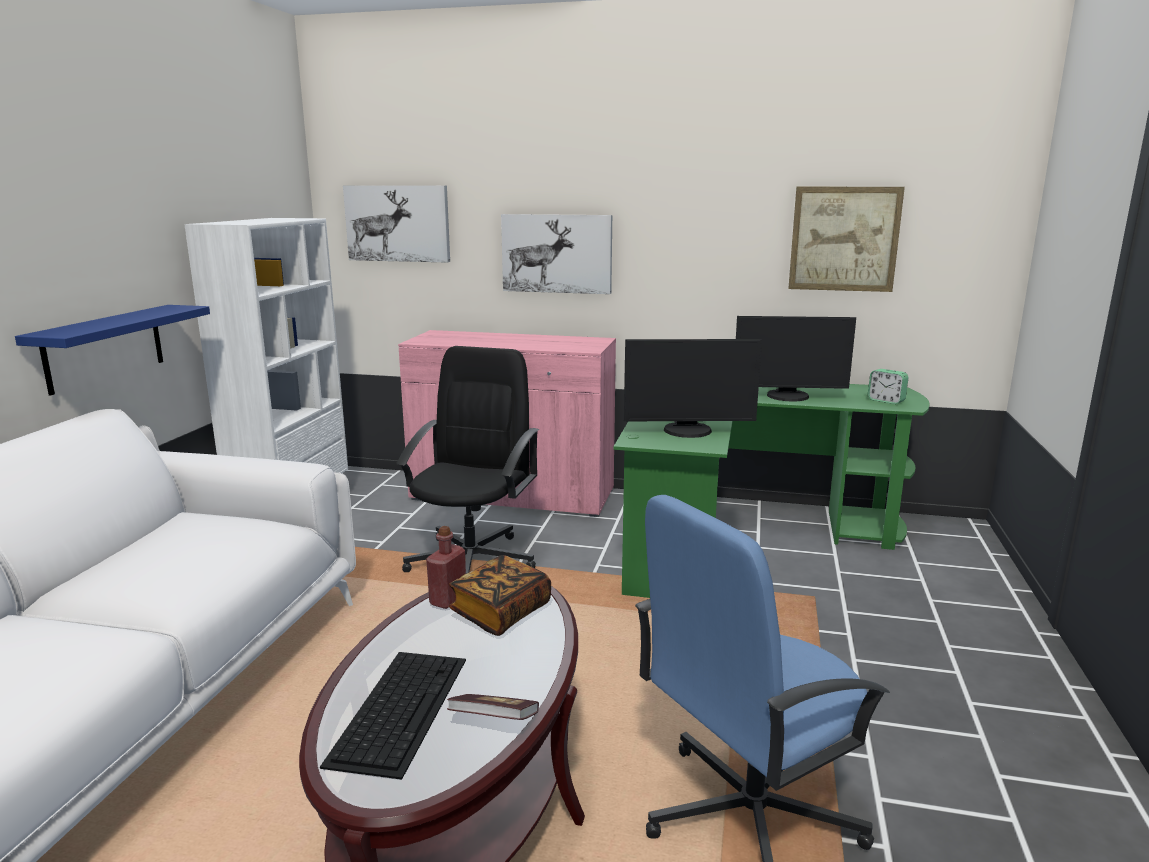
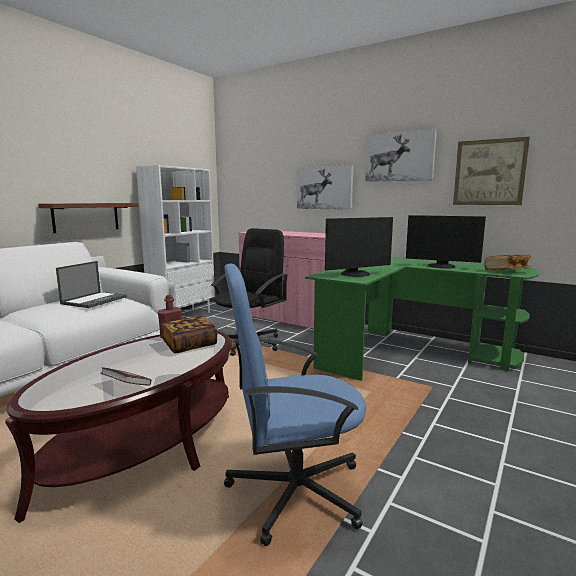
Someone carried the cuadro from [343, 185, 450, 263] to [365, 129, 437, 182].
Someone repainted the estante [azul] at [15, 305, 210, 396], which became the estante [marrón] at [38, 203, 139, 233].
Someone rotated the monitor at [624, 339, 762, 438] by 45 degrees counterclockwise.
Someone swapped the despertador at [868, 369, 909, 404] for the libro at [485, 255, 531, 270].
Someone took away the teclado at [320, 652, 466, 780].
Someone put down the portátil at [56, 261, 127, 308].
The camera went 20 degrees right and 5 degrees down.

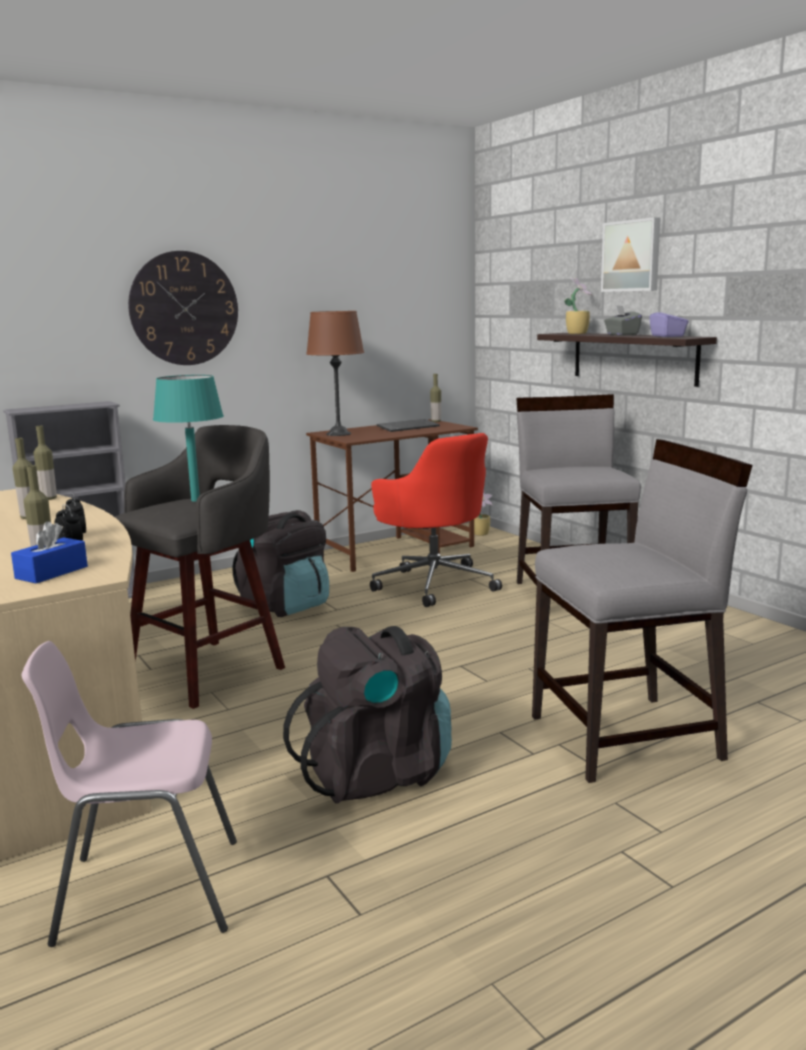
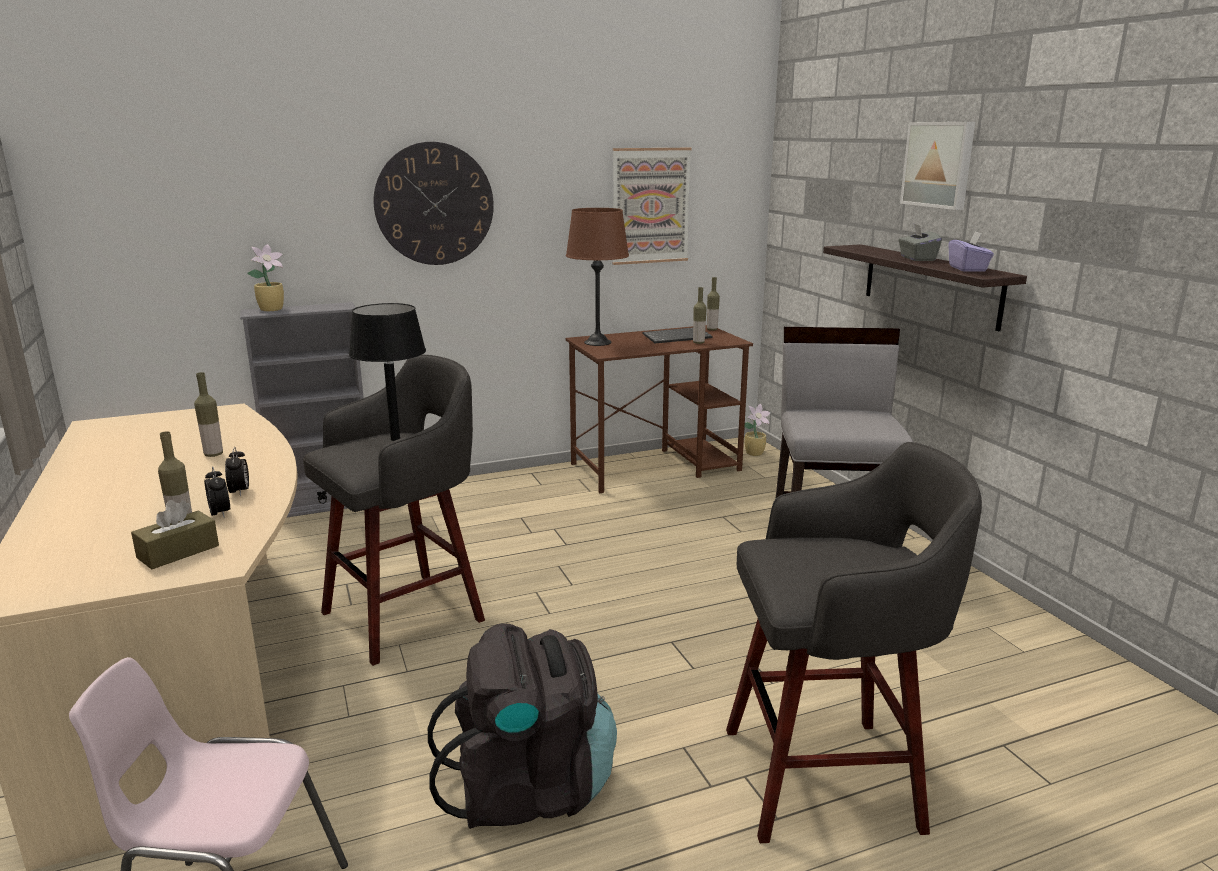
Someone carried the planta en maceta from [564, 277, 592, 334] to [247, 244, 284, 311].
Someone repainted the lámpara de mesa [turquesa] at [153, 375, 224, 502], which became the lámpara de mesa [negro] at [349, 303, 426, 441].
Someone carried the botella from [34, 426, 57, 500] to [693, 287, 707, 344].
Someone took away the silla de oficina [rojo] at [370, 433, 502, 607].
Someone swapped the silla [gris] at [532, 439, 752, 783] for the taburete [gris] at [726, 442, 982, 843].
Someone took away the mochila [negro] at [232, 510, 329, 617].
Someone repainted the caja de pañuelos [azul] at [11, 521, 88, 583], which became the caja de pañuelos [marrón] at [131, 500, 219, 569].
Someone put up the cuadro at [613, 148, 692, 265].
The camera went 10 degrees right and 5 degrees up.

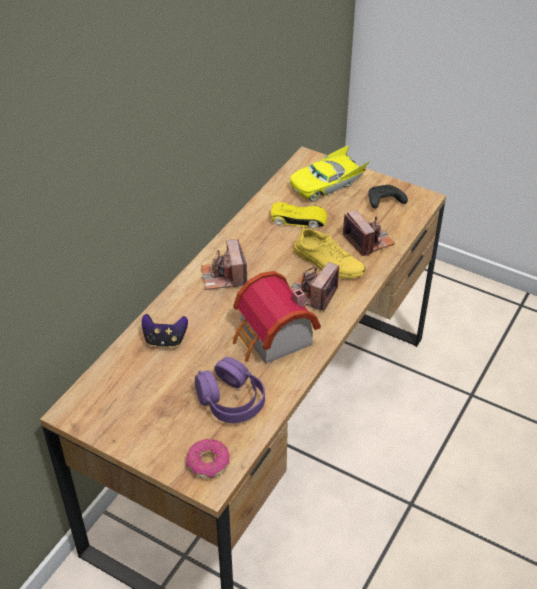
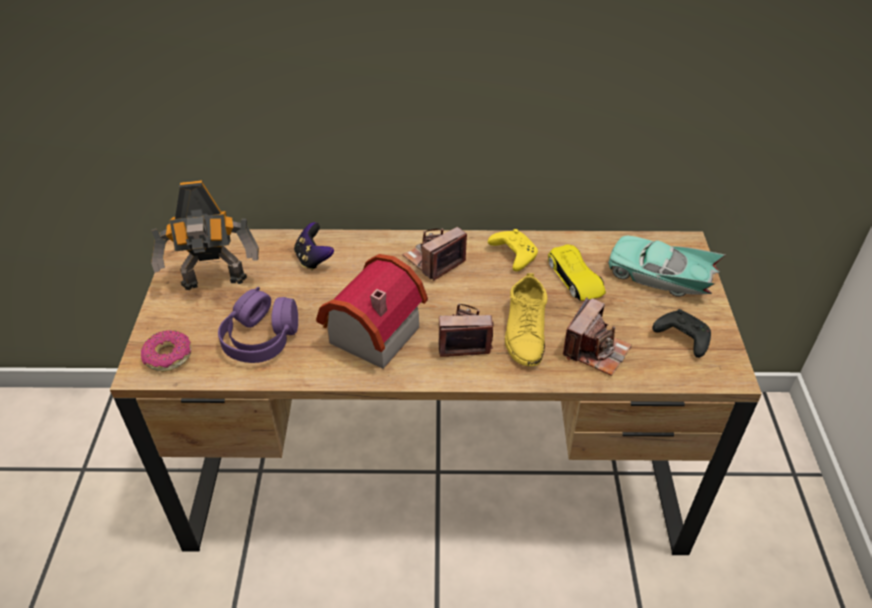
Someone repainted the coche de juguete [amarillo] at [290, 145, 370, 202], which became the coche de juguete [turquesa] at [608, 236, 725, 297].
Someone put down the robot de juguete at [151, 180, 259, 290].
Someone put down the mando de consola [amarillo] at [488, 229, 538, 271].
The camera went 60 degrees right and 0 degrees up.

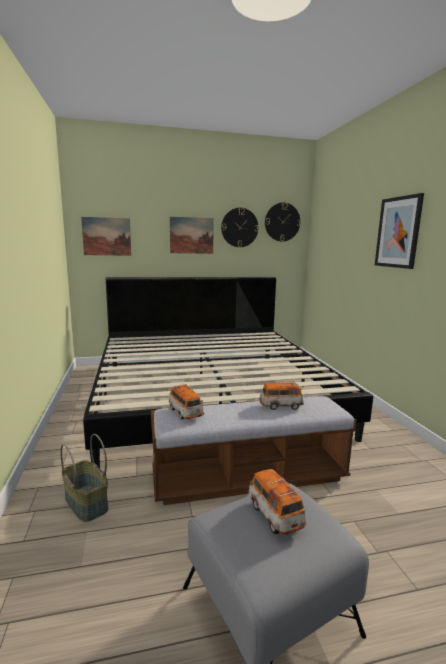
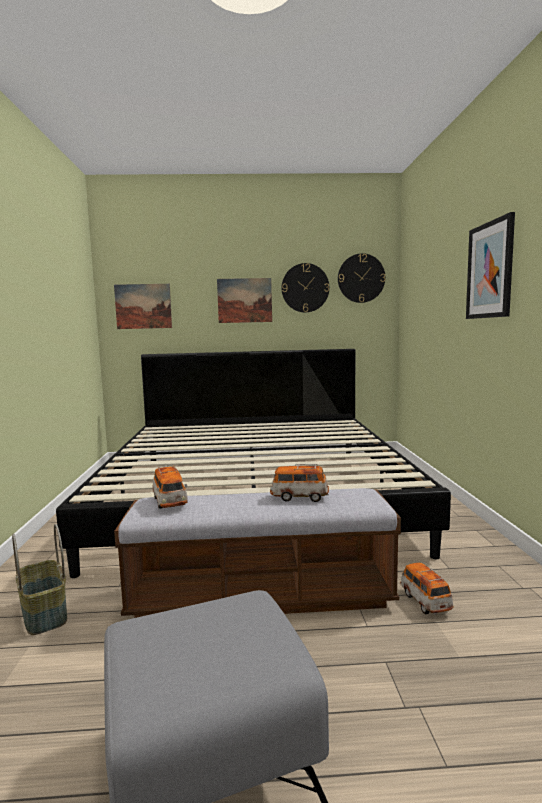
Someone carried the coche de juguete from [248, 469, 307, 536] to [400, 563, 454, 615].
The camera went 10 degrees right and 5 degrees down.

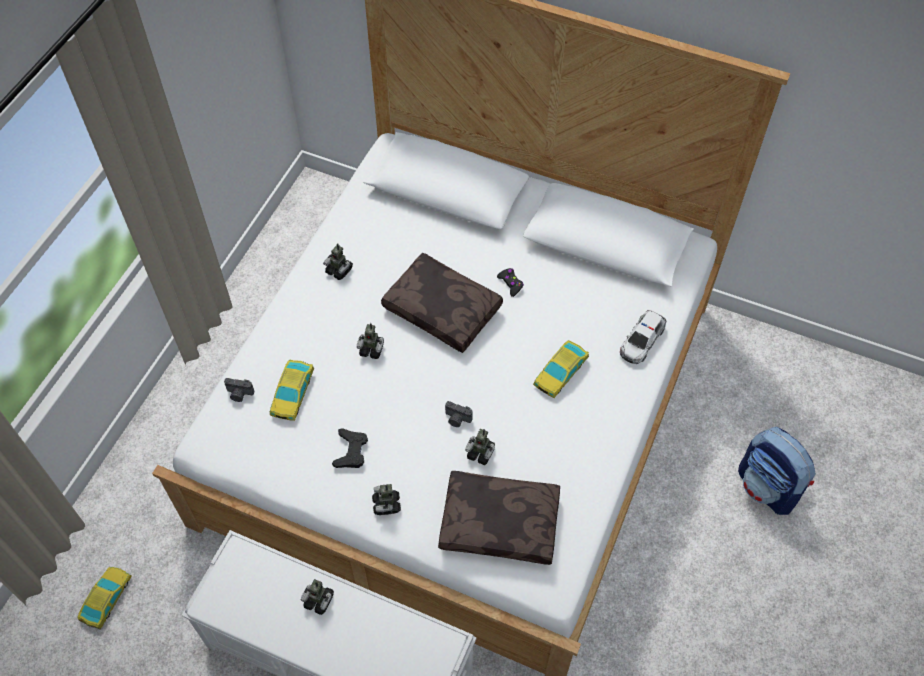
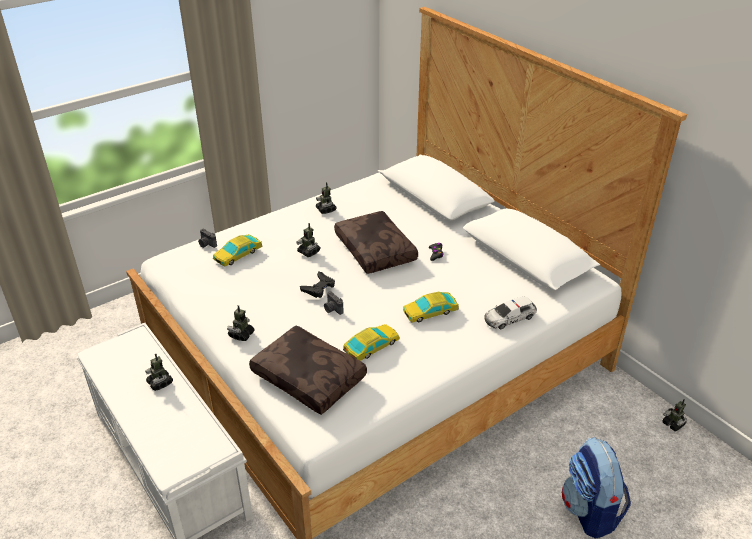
Someone carried the mando de consola [negro] from [332, 428, 368, 468] to [300, 272, 335, 298].
Someone carried the robot de juguete from [465, 429, 495, 465] to [662, 399, 687, 431].
Someone carried the coche de juguete from [78, 567, 132, 630] to [343, 324, 400, 361].
The camera went 30 degrees right and 20 degrees down.

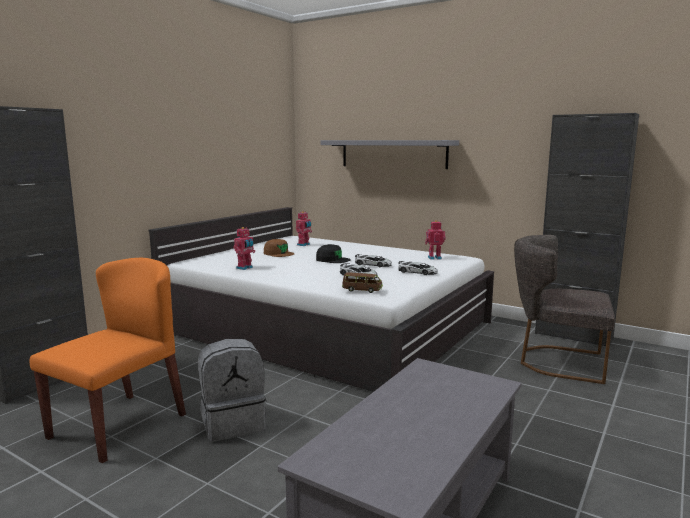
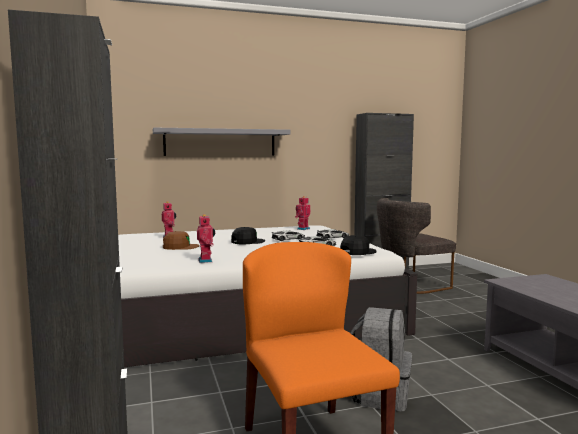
Someone swapped the coche de juguete [marrón] at [342, 272, 383, 293] for the gorra [negro] at [340, 235, 377, 255].
The camera went 50 degrees left and 5 degrees down.

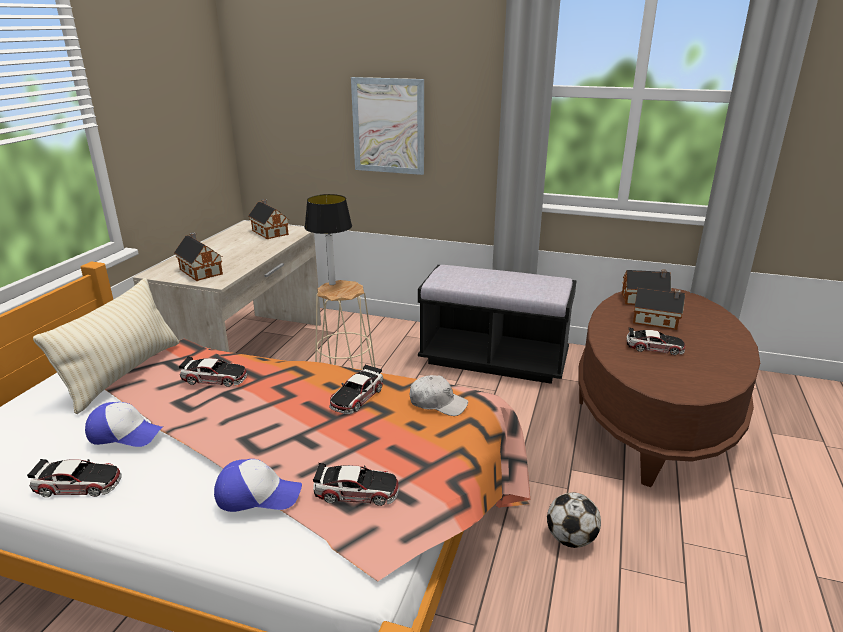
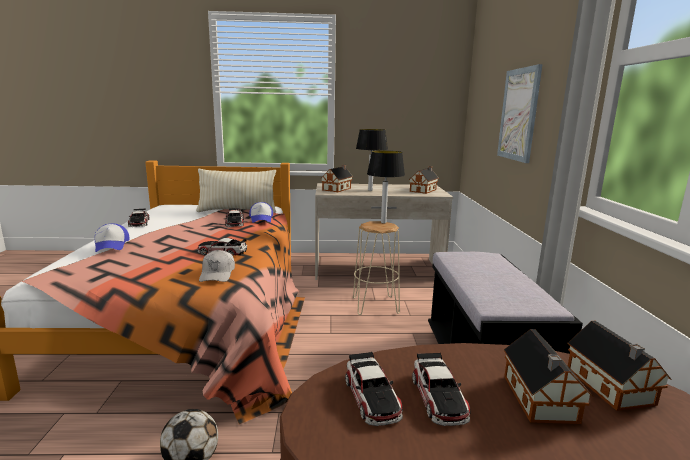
Someone carried the gorra from [85, 402, 162, 447] to [249, 202, 273, 223].
Someone carried the coche de juguete from [313, 463, 399, 506] to [345, 352, 403, 426].
Someone put down the lámpara de mesa at [356, 129, 388, 191].
The camera went 70 degrees right and 10 degrees down.

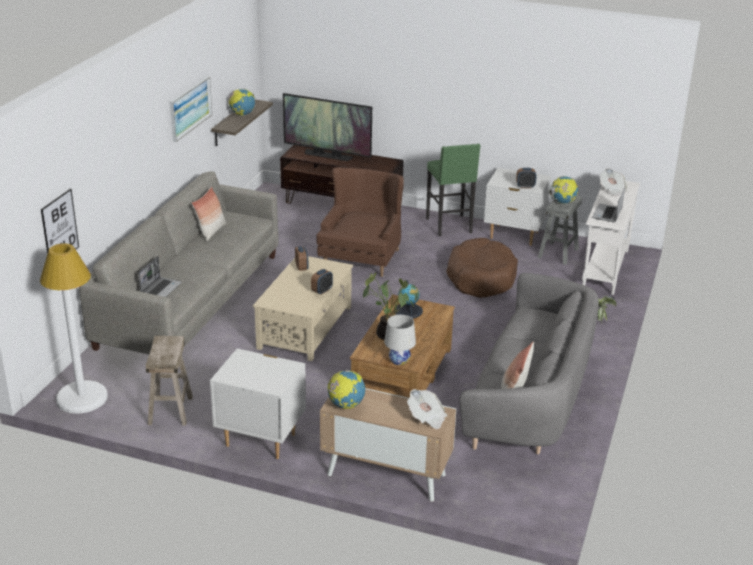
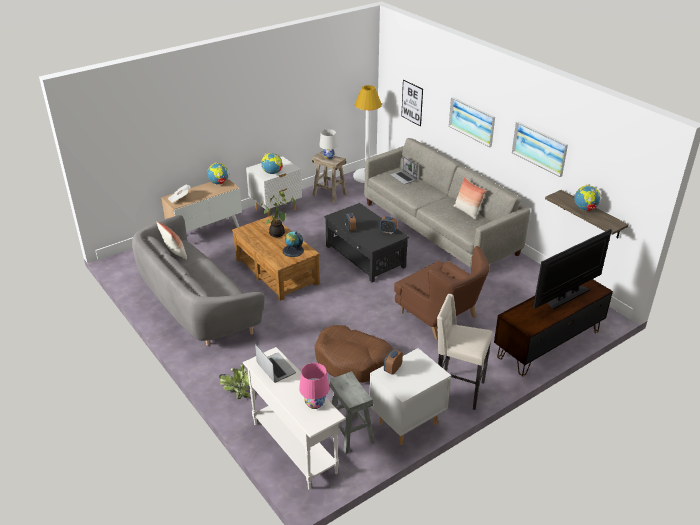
Someone repainted the taburete [verde] at [426, 144, 481, 236], which became the taburete [beis] at [437, 294, 493, 410].
Someone swapped the periódico at [600, 168, 627, 197] for the lámpara de mesa [rosa] at [299, 363, 329, 409].
Someone carried the globo terráqueo from [550, 176, 578, 204] to [261, 153, 283, 174].
Someone repainted the mesa de centro [beis] at [253, 256, 353, 361], which became the mesa de centro [negro] at [324, 203, 409, 282].
Someone carried the lámpara de mesa [blanco] from [384, 315, 416, 365] to [319, 129, 338, 159].
Someone put up the cuadro at [449, 97, 495, 147].
The camera went 125 degrees right and 5 degrees up.

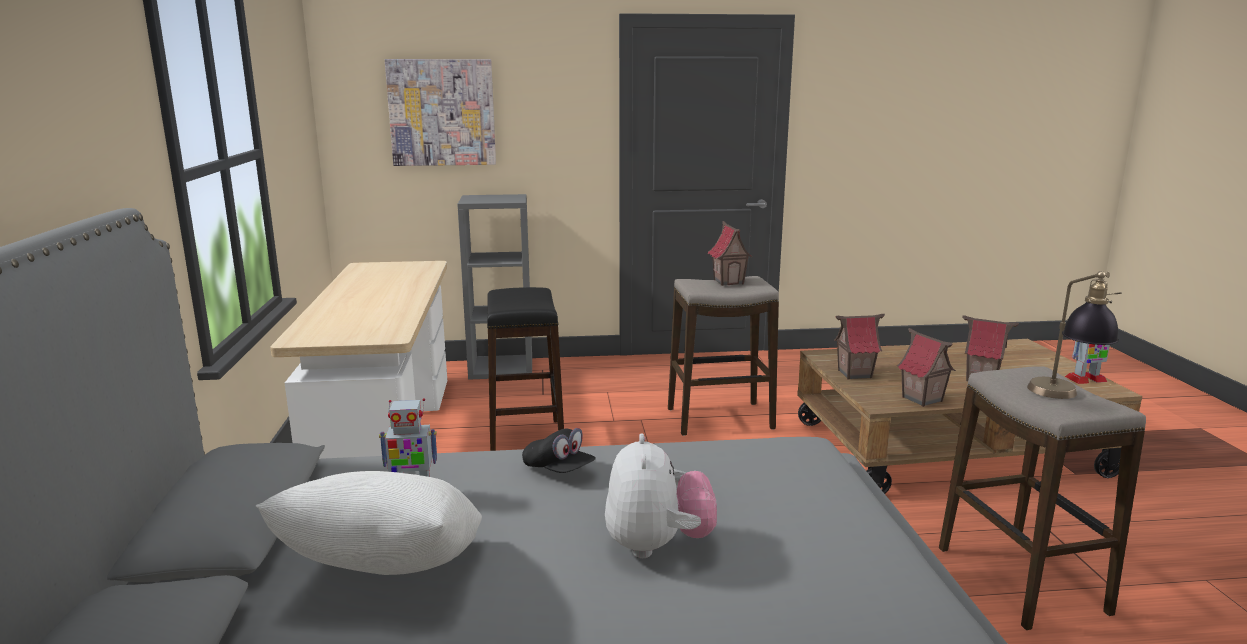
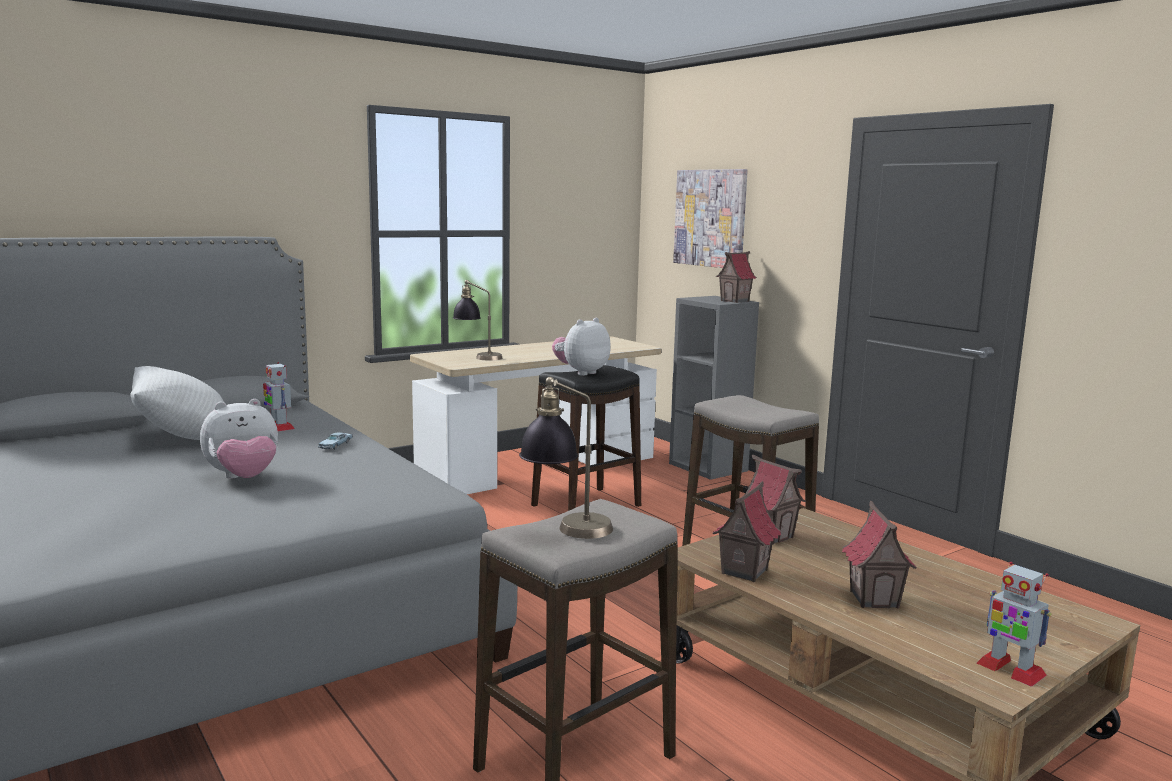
Someone carried the casita from [708, 221, 753, 286] to [716, 251, 757, 303].
Someone swapped the gorra [negro] at [522, 428, 596, 473] for the coche de juguete [azul] at [318, 432, 353, 450].
Someone put down the lámpara de mesa at [453, 280, 503, 361].
Someone put down the peluche at [552, 318, 611, 376].
The camera went 60 degrees right and 5 degrees down.

